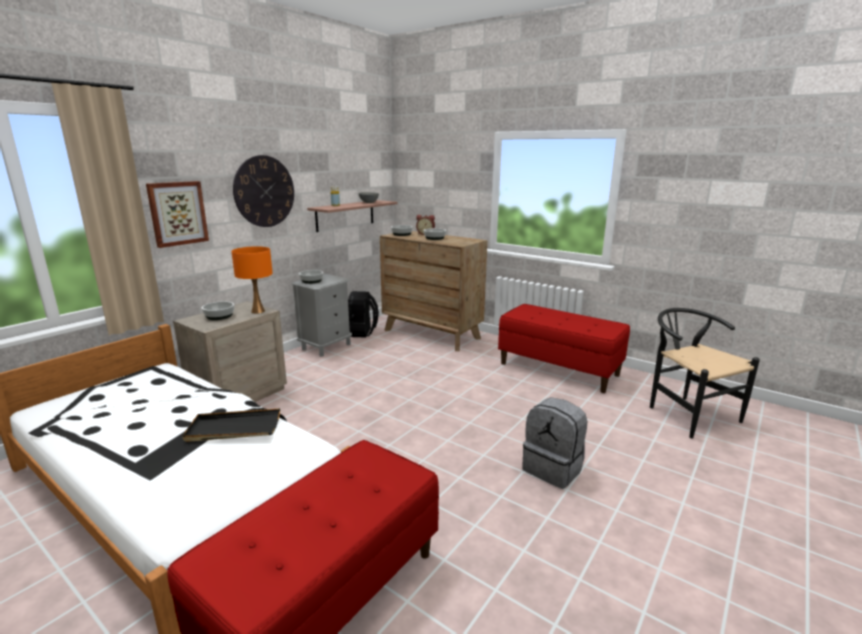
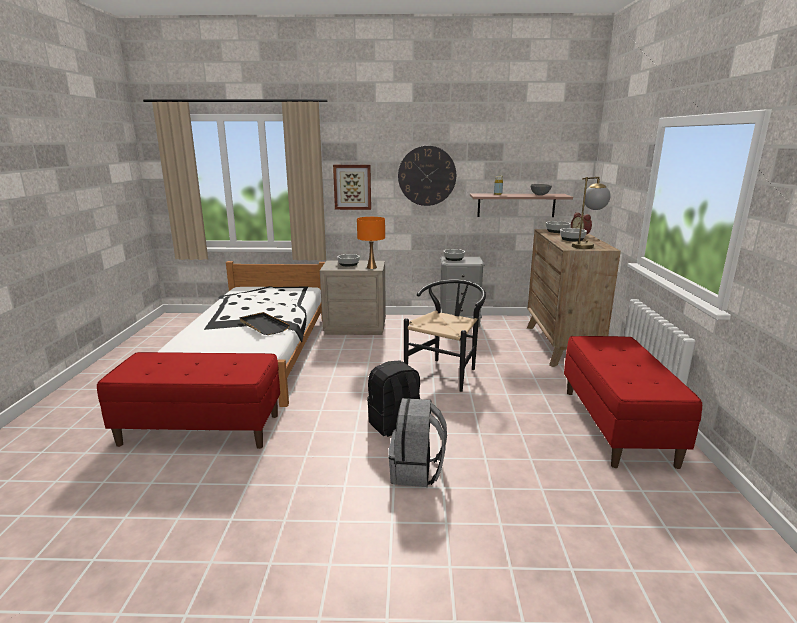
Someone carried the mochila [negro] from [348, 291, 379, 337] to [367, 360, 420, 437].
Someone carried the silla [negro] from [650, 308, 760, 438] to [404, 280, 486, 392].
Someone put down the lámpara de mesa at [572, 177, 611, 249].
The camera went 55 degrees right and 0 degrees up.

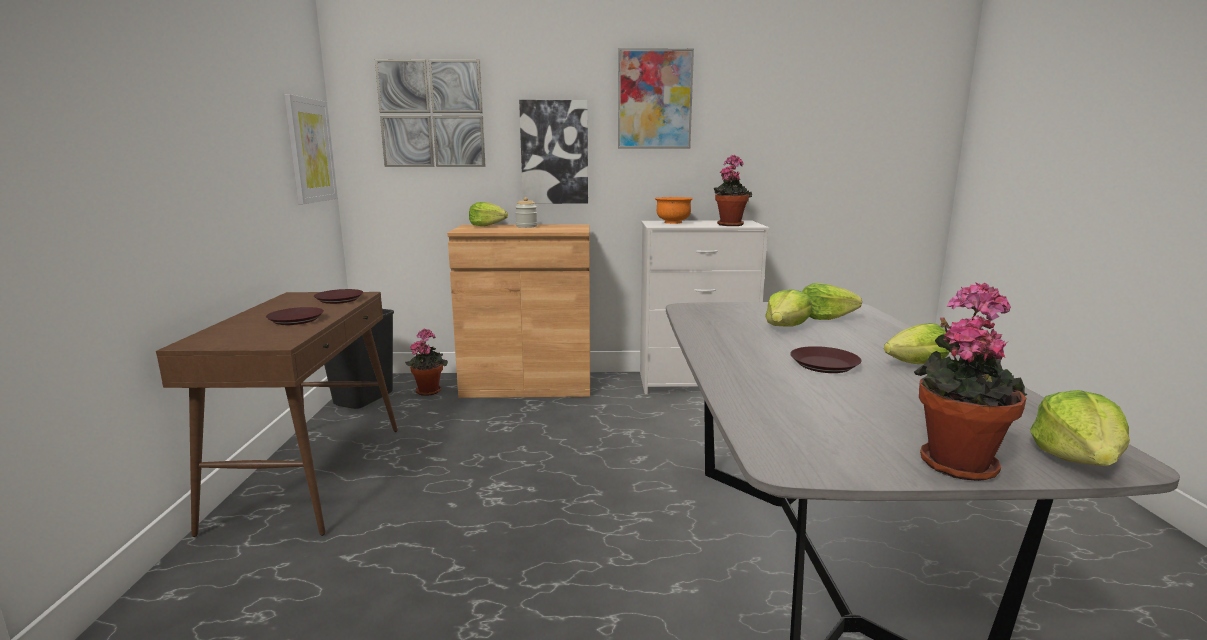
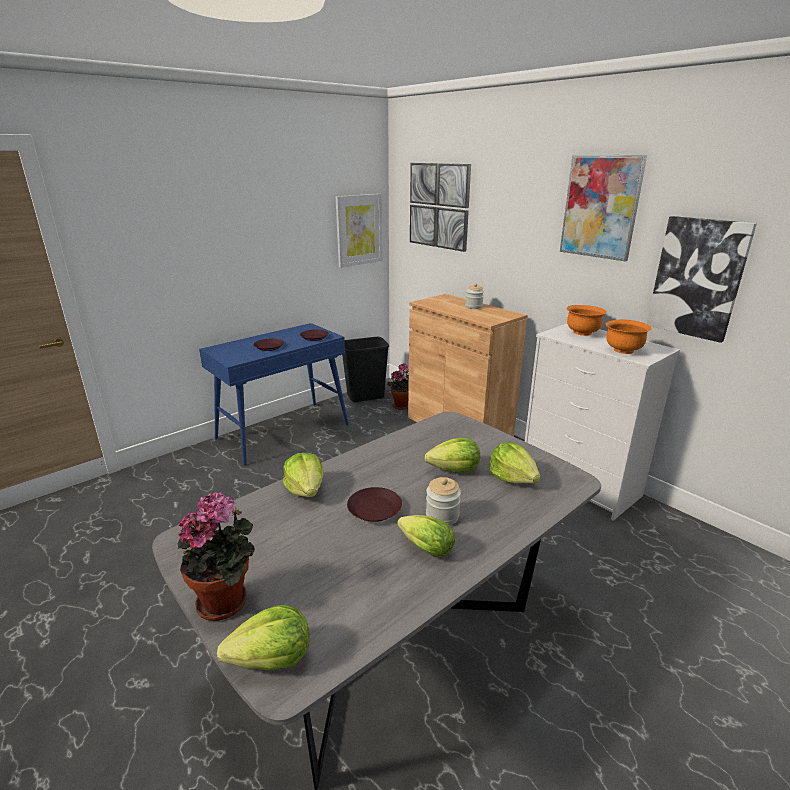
Someone carried the cuadro from [519, 100, 588, 204] to [647, 216, 757, 343].
Someone swapped the planta en maceta at [714, 155, 752, 226] for the cuenco [naranja] at [606, 320, 652, 354].
Someone carried the lechuga from [469, 202, 508, 226] to [283, 453, 324, 497].
Someone repainted the mesa consola [marrón] at [156, 292, 398, 537], which became the mesa consola [azul] at [199, 323, 349, 465].
Someone put down the tarro at [426, 477, 461, 526].
The camera went 50 degrees right and 10 degrees up.

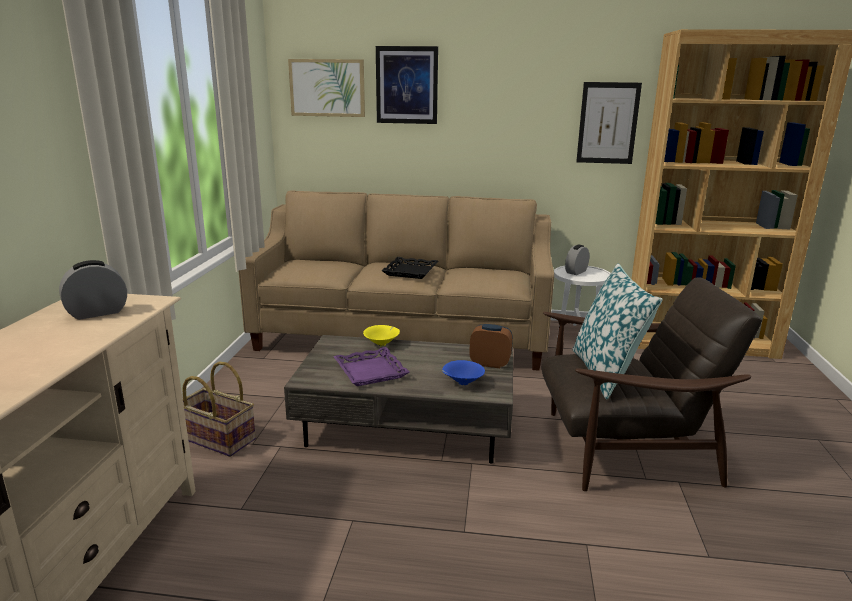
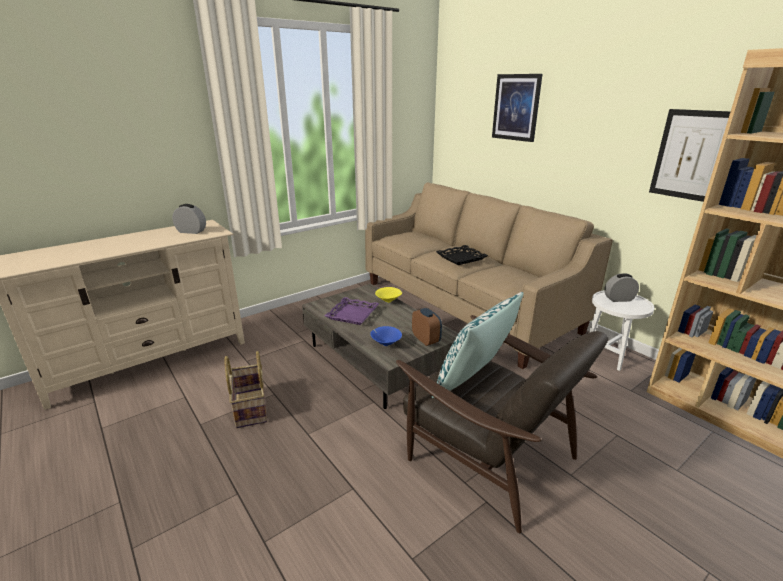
Someone took away the cuadro at [288, 59, 365, 117].
Someone carried the cesta from [182, 362, 256, 457] to [224, 351, 267, 428].
The camera went 45 degrees right and 5 degrees up.

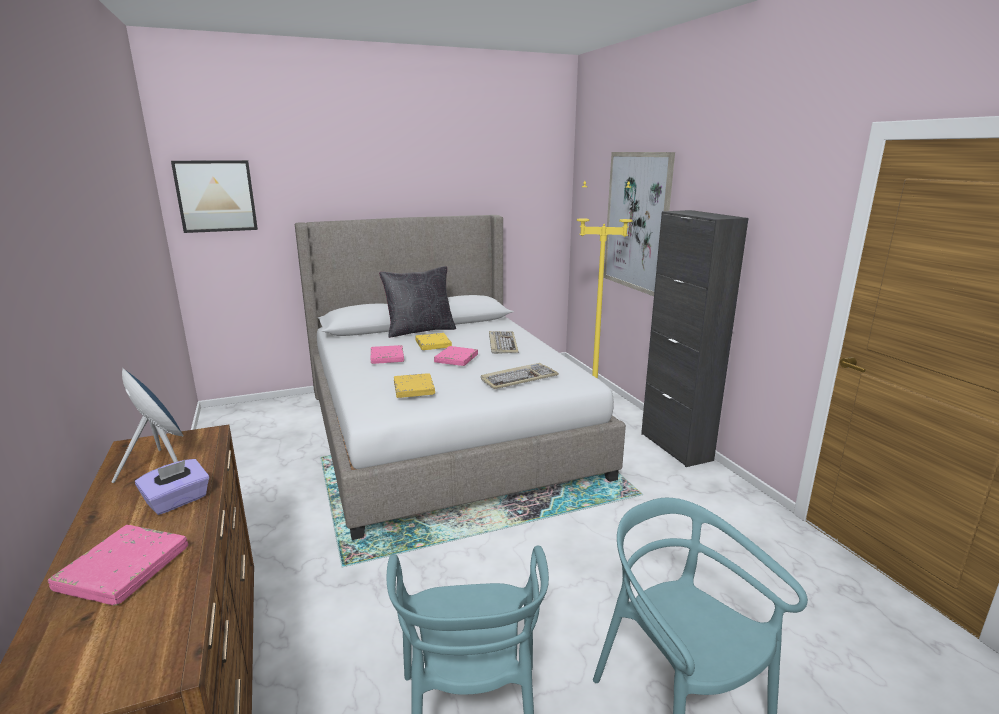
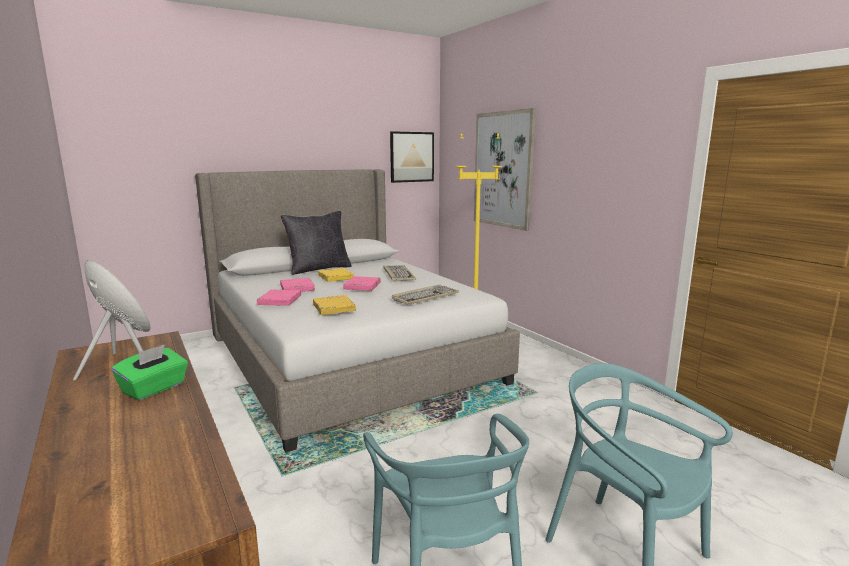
Someone carried the cuadro from [171, 160, 258, 233] to [390, 131, 434, 183].
Someone took away the armario [negro] at [641, 210, 749, 467].
Someone repainted the caja de pañuelos [morado] at [135, 459, 209, 515], which became the caja de pañuelos [verde] at [112, 344, 188, 400].
Someone carried the libro [rosa] from [48, 525, 188, 605] to [257, 290, 301, 306].
The camera went 10 degrees left and 5 degrees down.

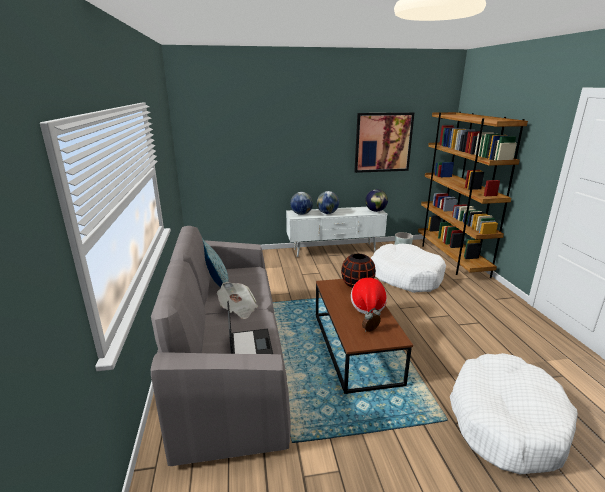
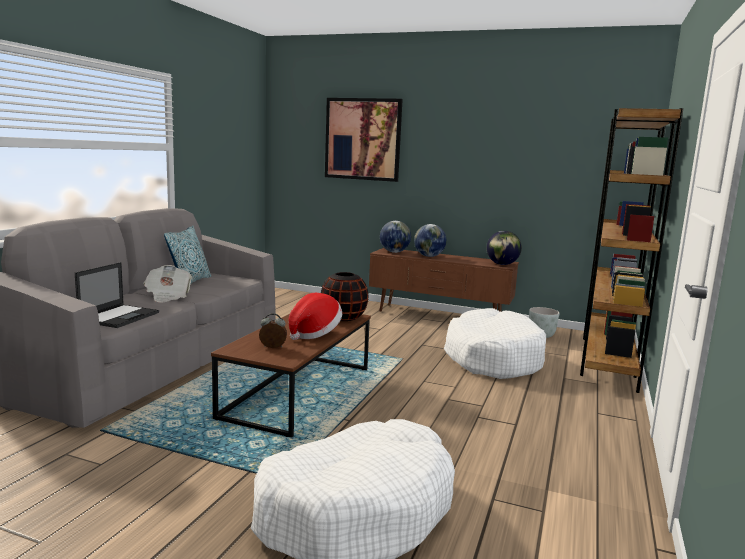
Someone carried the cuadro from [354, 112, 414, 173] to [325, 98, 403, 182].
Someone repainted the mueble de televisión [blanco] at [286, 207, 388, 257], which became the mueble de televisión [marrón] at [369, 248, 519, 312].
The camera went 30 degrees right and 10 degrees down.

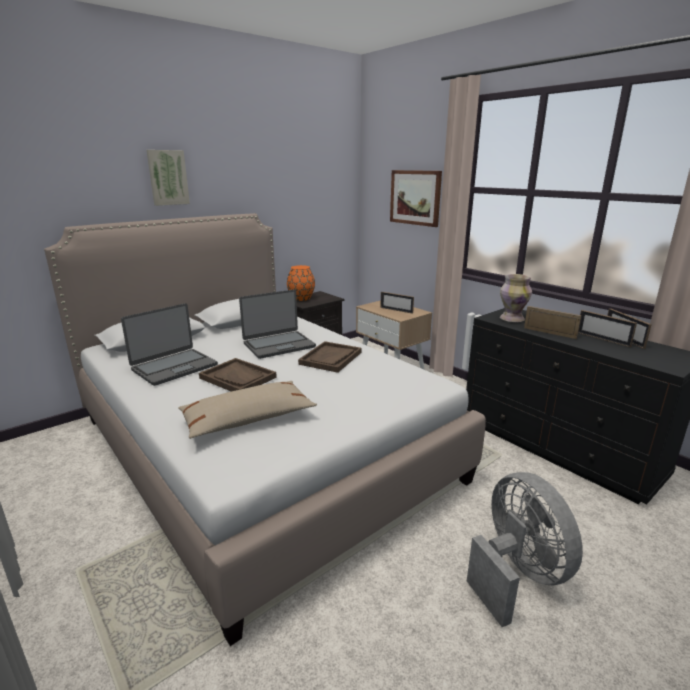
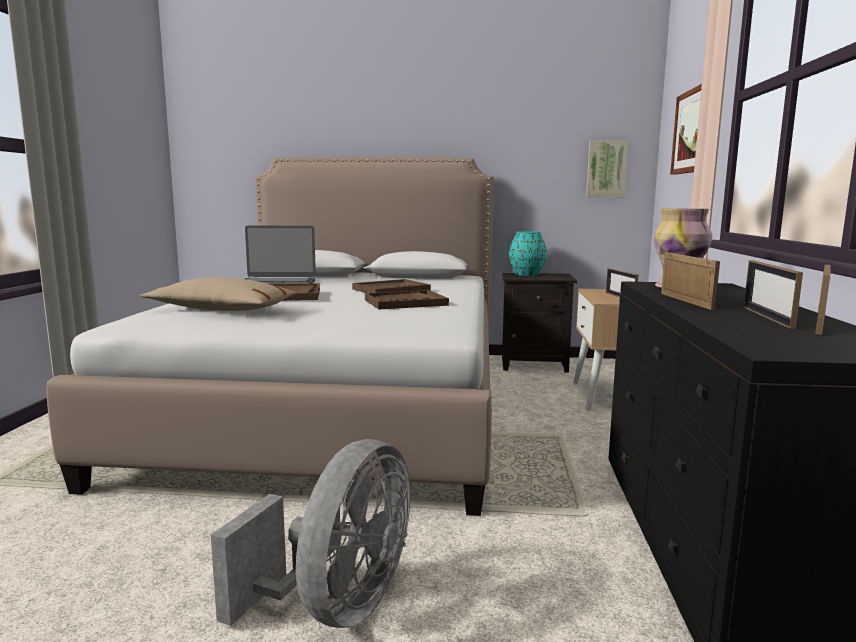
Someone carried the cuadro from [146, 150, 190, 206] to [586, 140, 629, 197].
Someone repainted the florero [naranja] at [287, 265, 315, 301], which became the florero [turquesa] at [509, 231, 547, 276].
Someone swapped the portátil at [239, 289, 316, 359] for the bandeja [marrón] at [352, 279, 431, 293].
The camera went 45 degrees right and 10 degrees down.

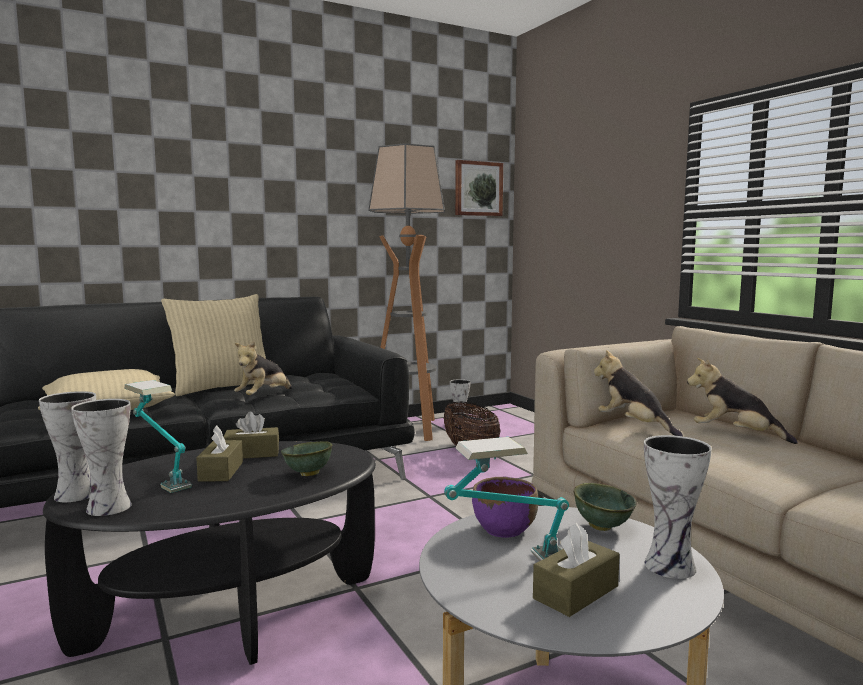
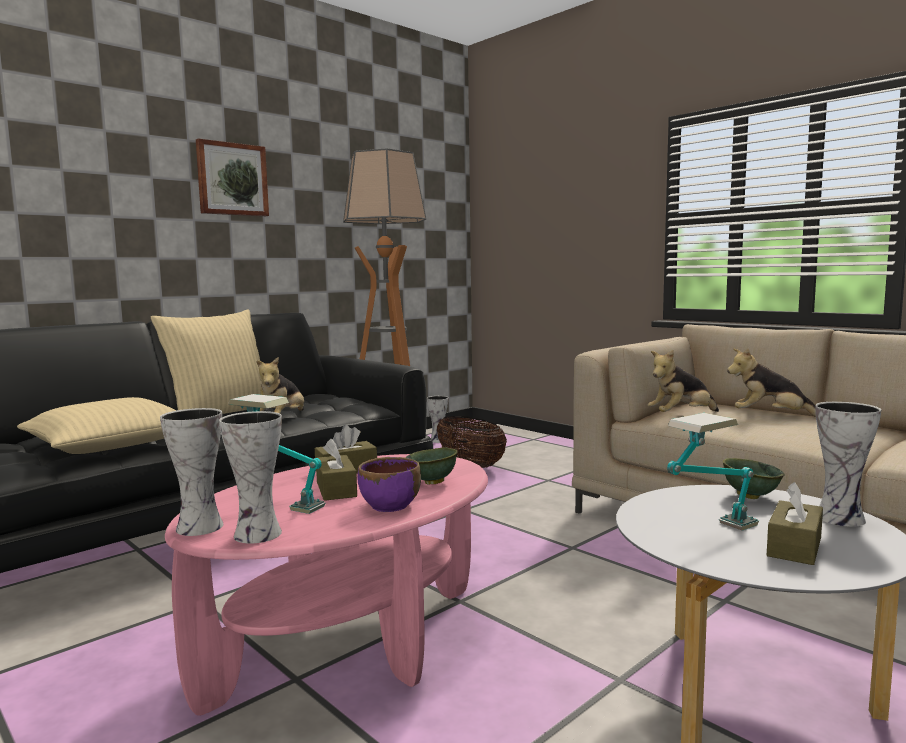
Someone carried the cuadro from [455, 160, 503, 216] to [196, 138, 269, 216].
Someone rotated the peluche at [594, 350, 683, 436] by 60 degrees counterclockwise.
Someone repainted the mesa de centro [negro] at [43, 441, 376, 665], which became the mesa de centro [rosa] at [165, 454, 488, 716].
Someone carried the cuenco [morado] from [472, 477, 538, 538] to [358, 457, 421, 512].
The camera went 15 degrees left and 0 degrees up.

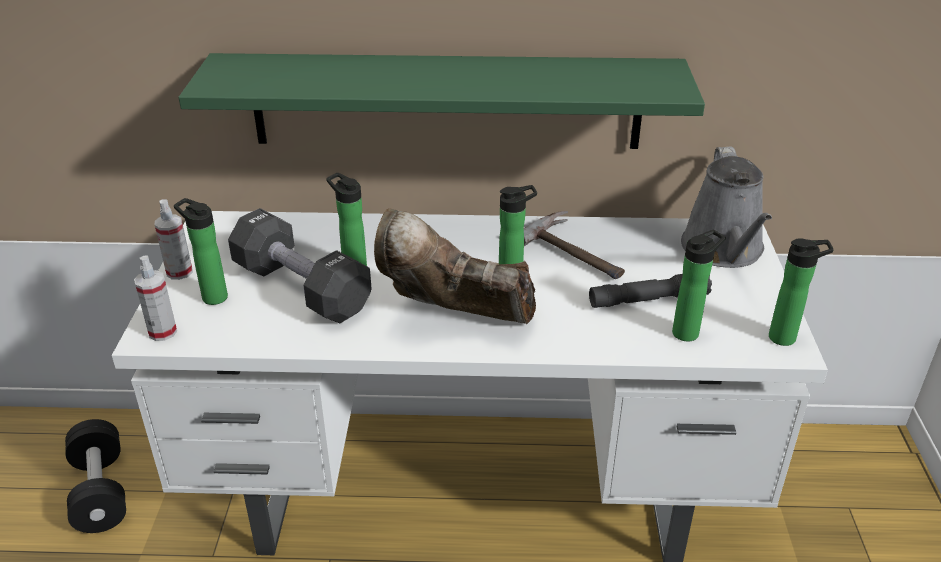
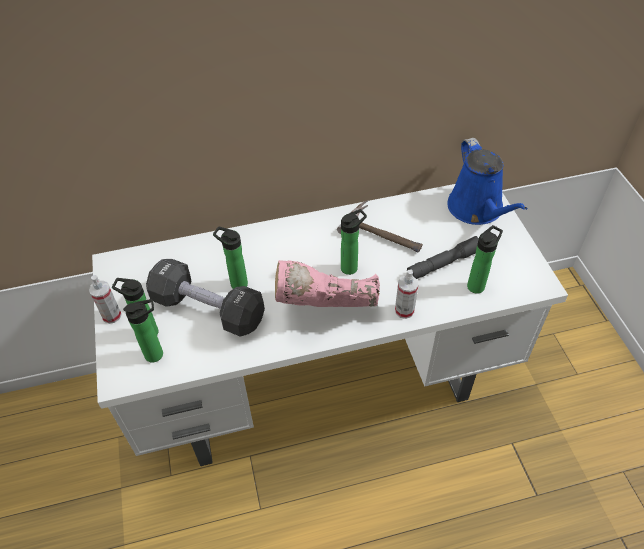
Someone took away the estante [verde] at [179, 53, 705, 149].
Someone repainted the regadera [gris] at [681, 147, 772, 268], which became the regadera [azul] at [447, 138, 528, 225].
Someone repainted the bota [marrón] at [374, 208, 536, 324], which became the bota [rosa] at [275, 260, 380, 307].
Someone carried the botella from [769, 238, 834, 346] to [123, 299, 163, 363].
Someone carried the pulverizador from [134, 255, 177, 341] to [395, 270, 419, 319].
Someone took away the mancuerna [negro] at [65, 419, 126, 533].
The camera went 15 degrees left and 15 degrees up.

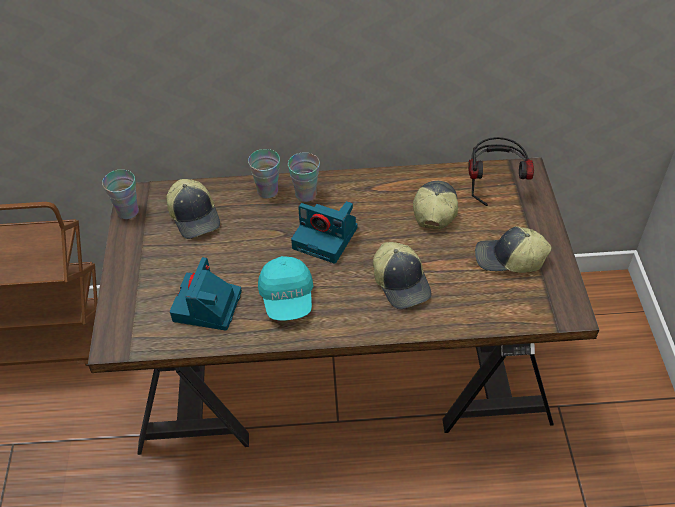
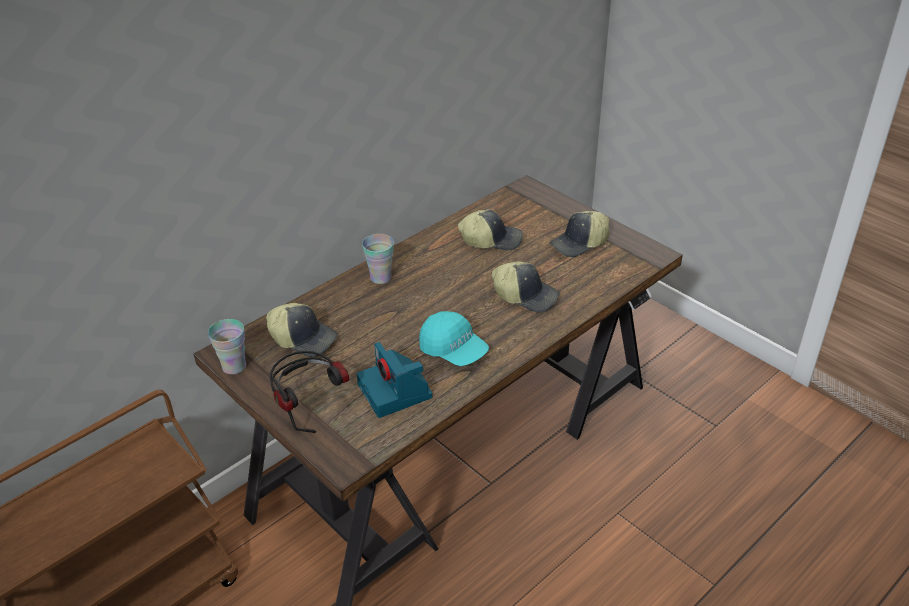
Someone carried the auriculares from [468, 137, 534, 206] to [270, 351, 349, 433].
Someone took away the taza at [248, 149, 280, 198].
Someone rotated the gorra at [413, 181, 458, 229] by 120 degrees clockwise.
Someone took away the cámara at [291, 201, 357, 264].
The camera went 40 degrees left and 10 degrees down.

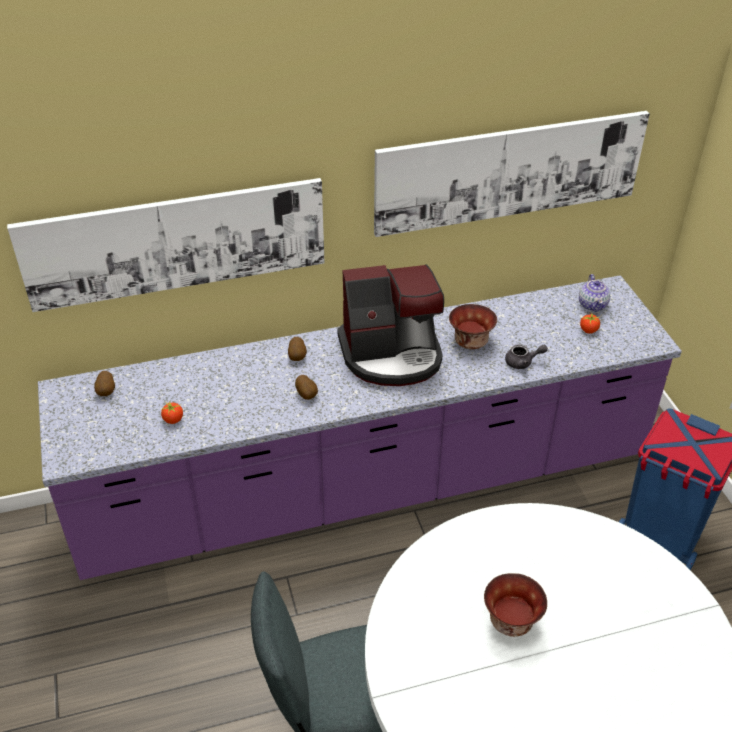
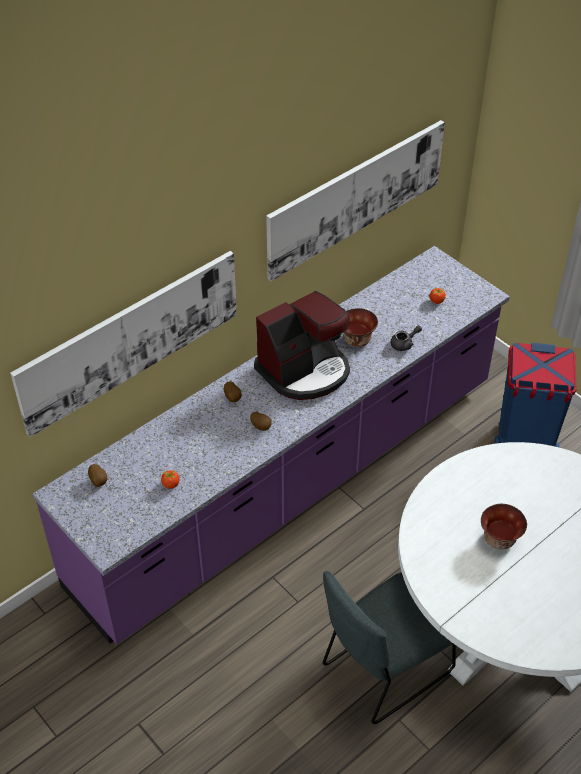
Someone took away the tetera at [579, 274, 610, 312].
The camera went 25 degrees left and 5 degrees up.

